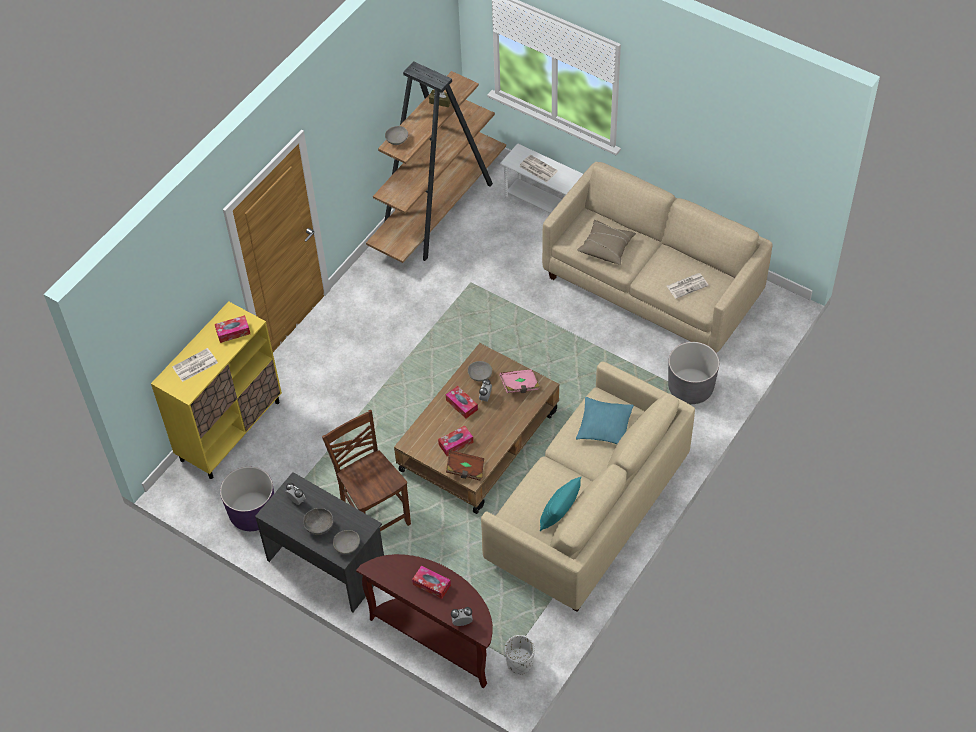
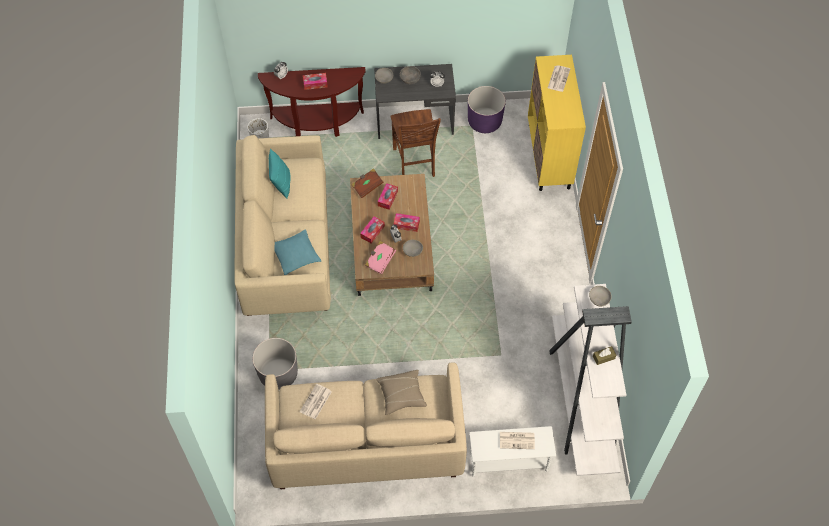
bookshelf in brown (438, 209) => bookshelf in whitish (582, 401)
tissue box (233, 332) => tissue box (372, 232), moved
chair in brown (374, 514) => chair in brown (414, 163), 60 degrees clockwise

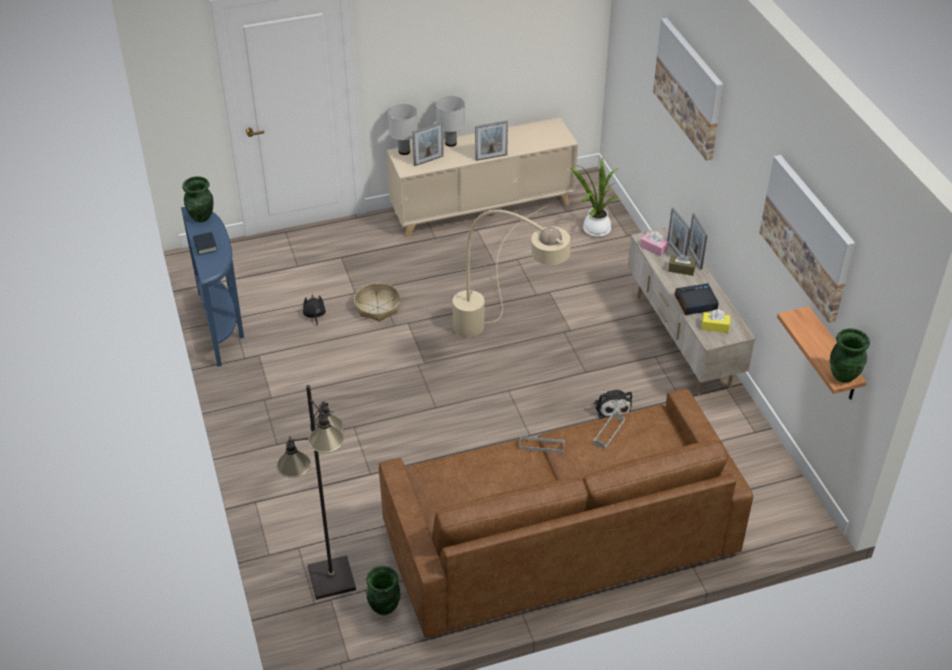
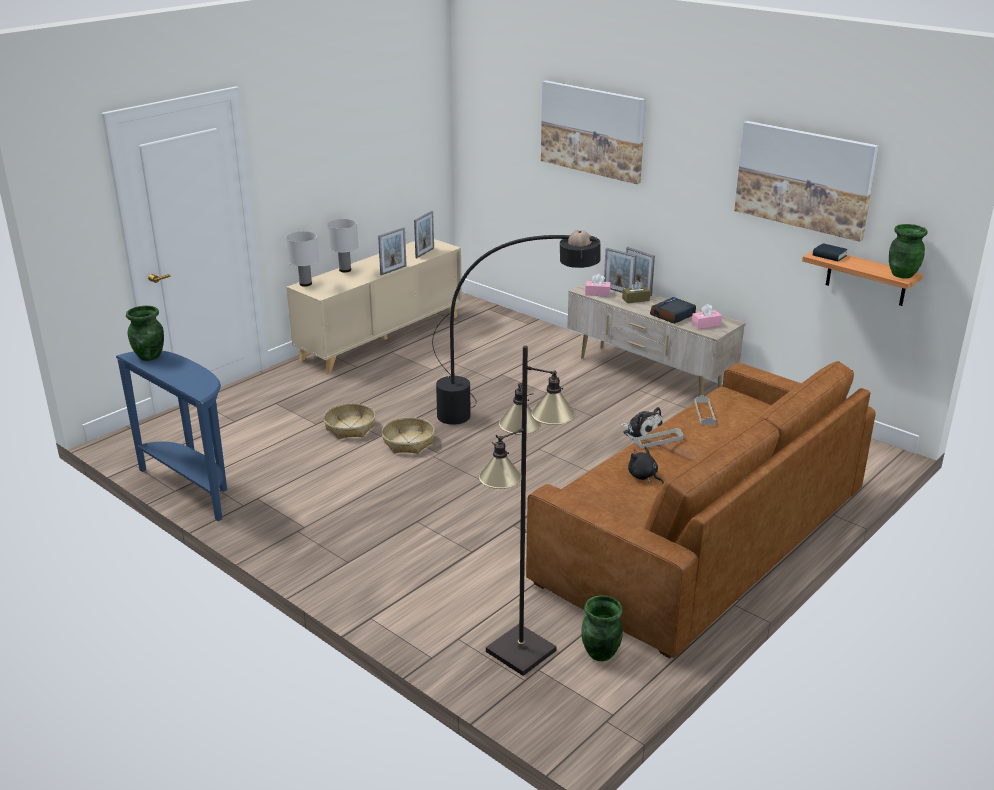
photo frame (428, 160) => photo frame (425, 253), moved
houseplant (594, 229) => nothing
standing lamp in sand-coloured (506, 339) => standing lamp in black (498, 415)
volume (205, 246) => volume (829, 256), moved
plush toy in black (314, 315) => plush toy in black (643, 476), moved
tissue box in yellow-coloured (715, 327) => tissue box in pinkish (706, 324)
nothing => basket (408, 442)

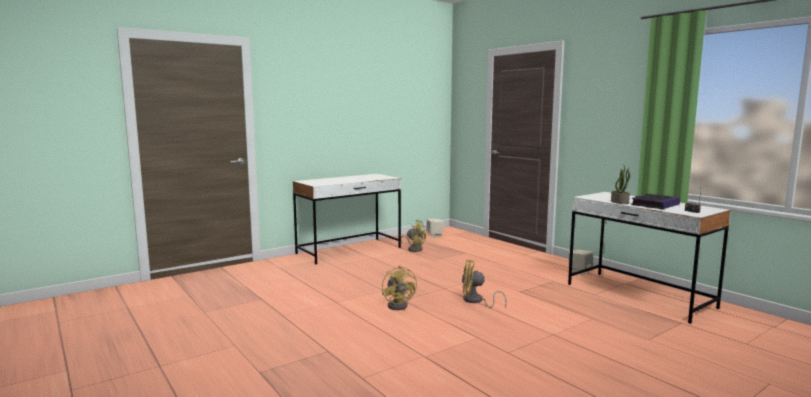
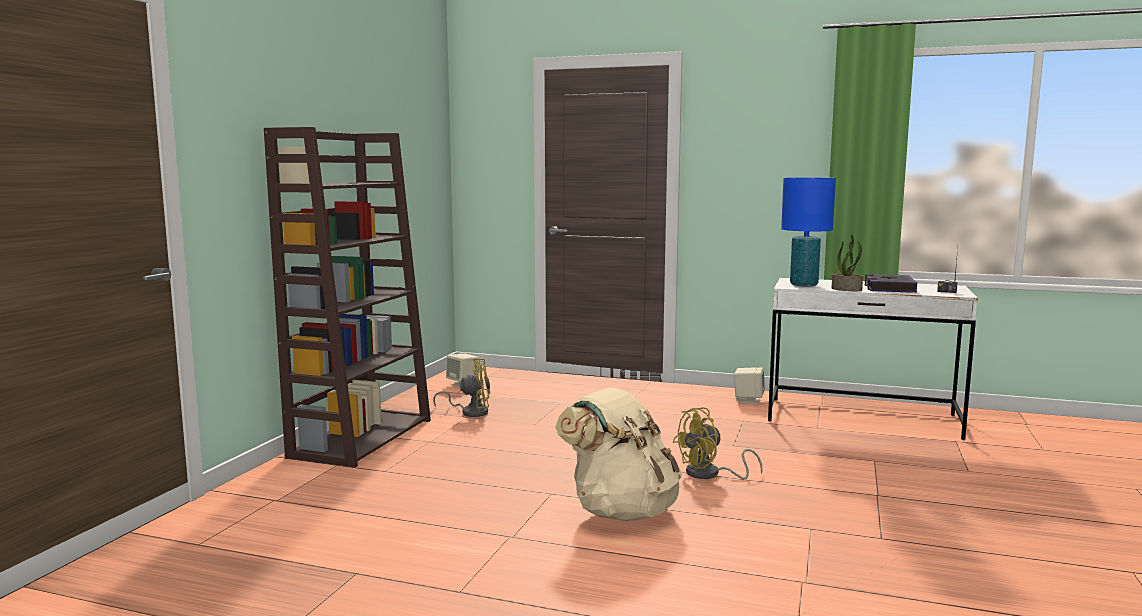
desk unit in whitish (349, 250) => bookshelf in brown (362, 437)
cooling fan in yellow-coloured (399, 305) => rucksack in sand-coloured (620, 511)
nothing => tabletop lamp in blue-coloured (803, 285)

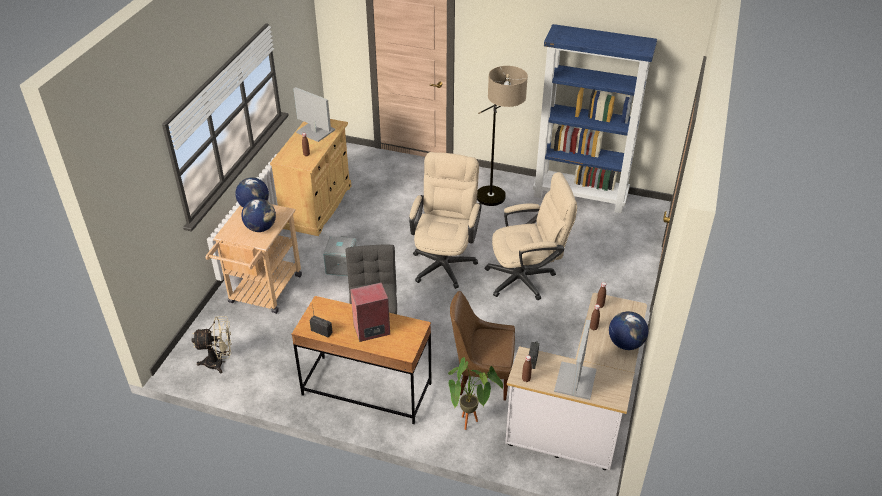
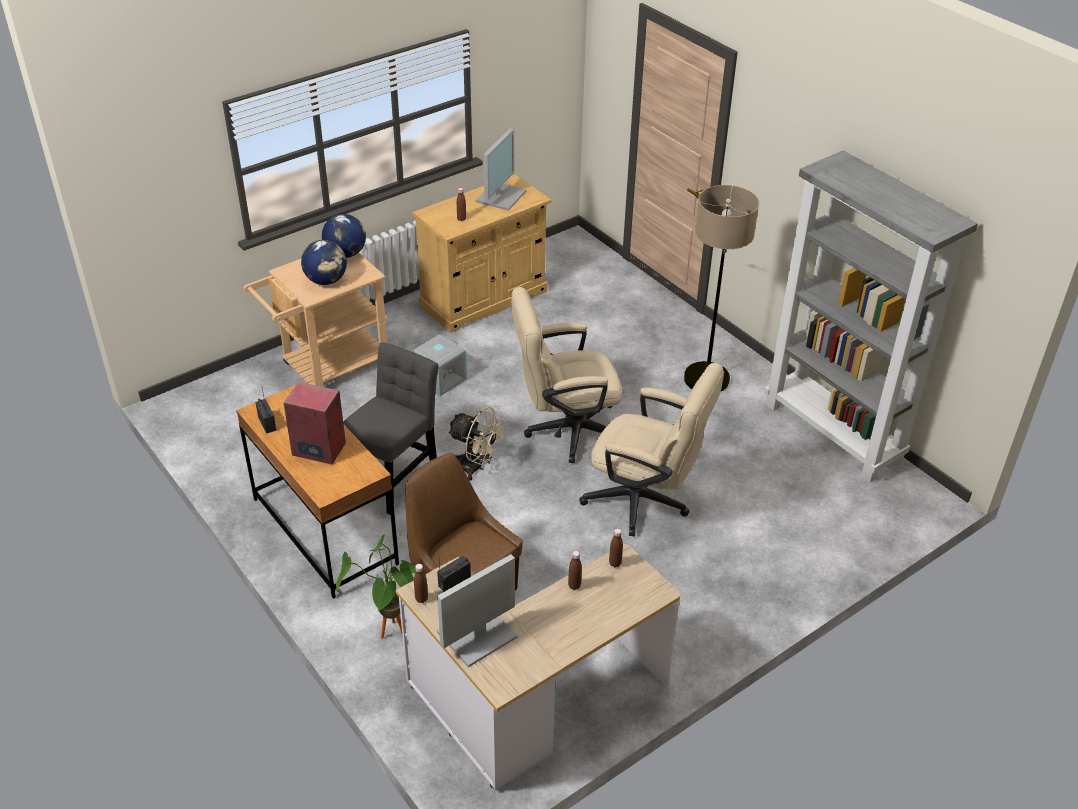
bookshelf in blue-coloured (580, 196) => bookshelf in greyish (833, 433)
computer screen (315, 131) => computer screen (500, 196), 45 degrees clockwise
office chair in sand-coloured (445, 261) => office chair in sand-coloured (565, 430), 150 degrees counterclockwise
world globe (625, 343) => nothing
cooling fan in sand-coloured (219, 362) => cooling fan in sand-coloured (476, 467), moved

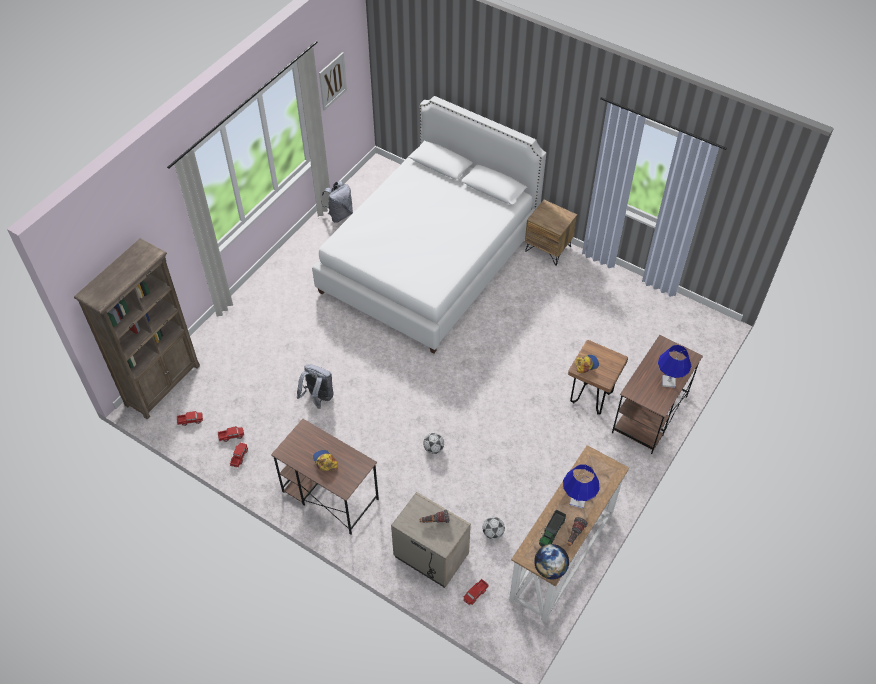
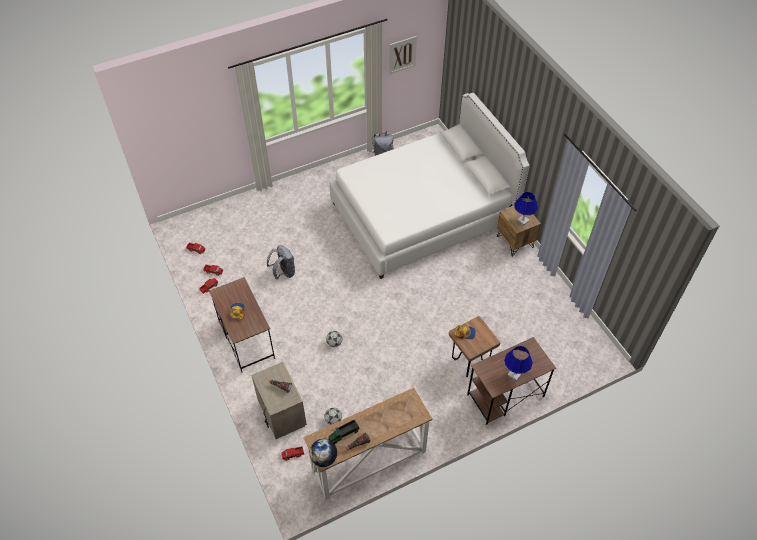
bookshelf in brown (163, 385) => nothing
tabletop lamp in blue-coloured (577, 500) => tabletop lamp in blue-coloured (523, 220), moved

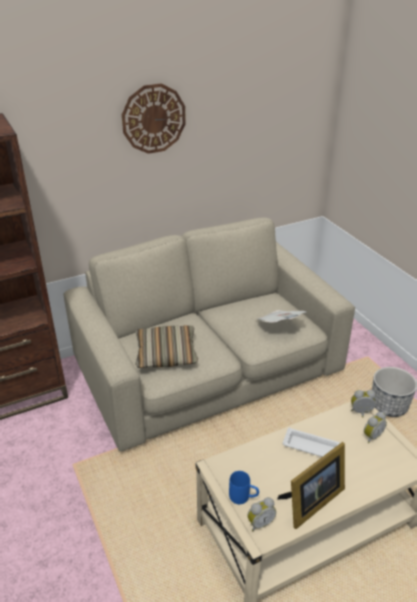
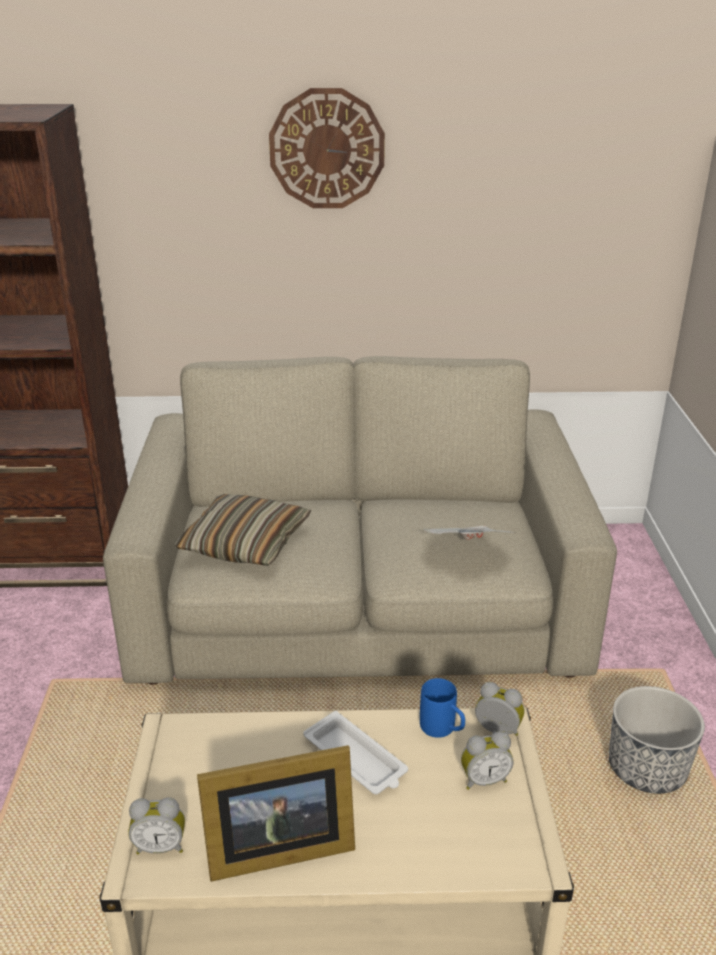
mug in blue-coloured (243, 497) => mug in blue-coloured (443, 730), moved

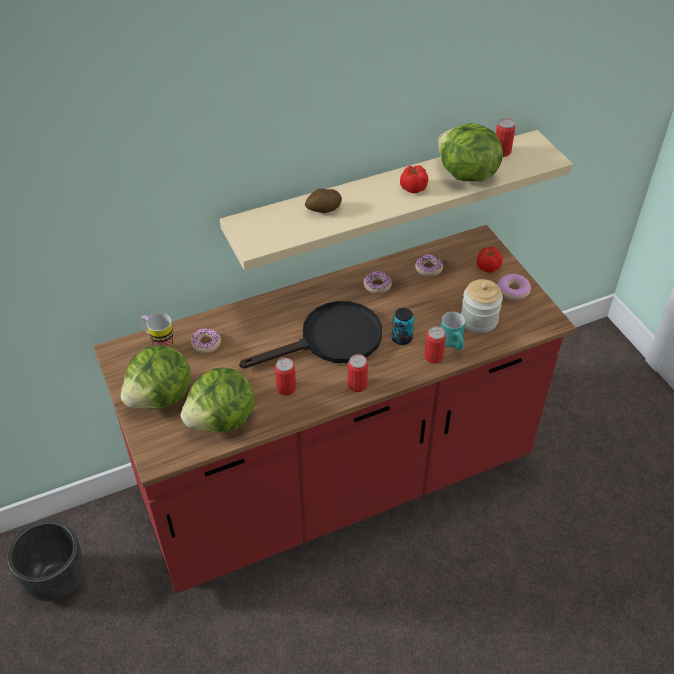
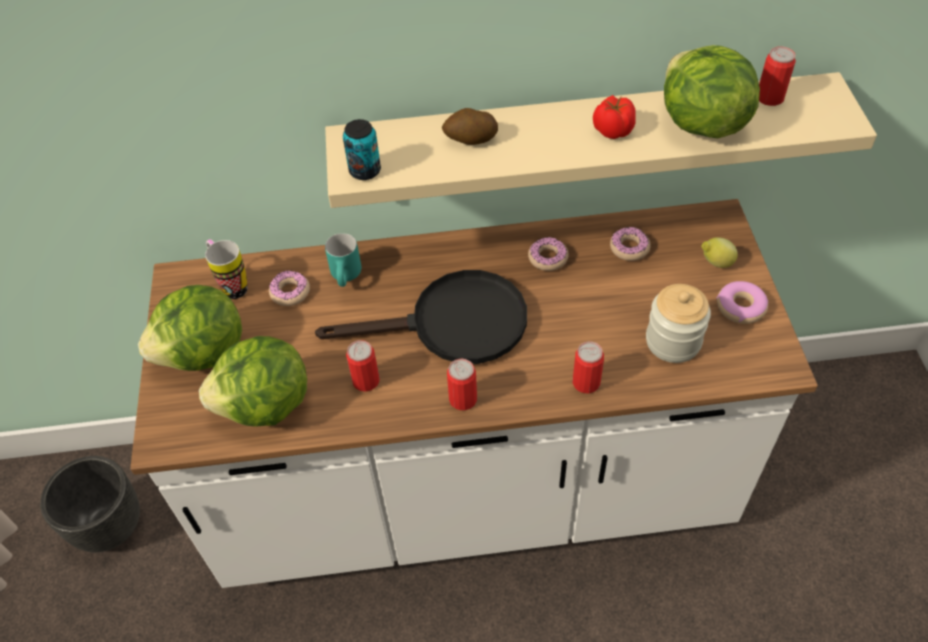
kitchen counter in red-coloured (337, 483) => kitchen counter in whitish (473, 492)
whole tomato (487, 267) => whole lemon (715, 263)
can (401, 338) => can (365, 170), moved
mug in blue-green (454, 344) => mug in blue-green (348, 277), moved

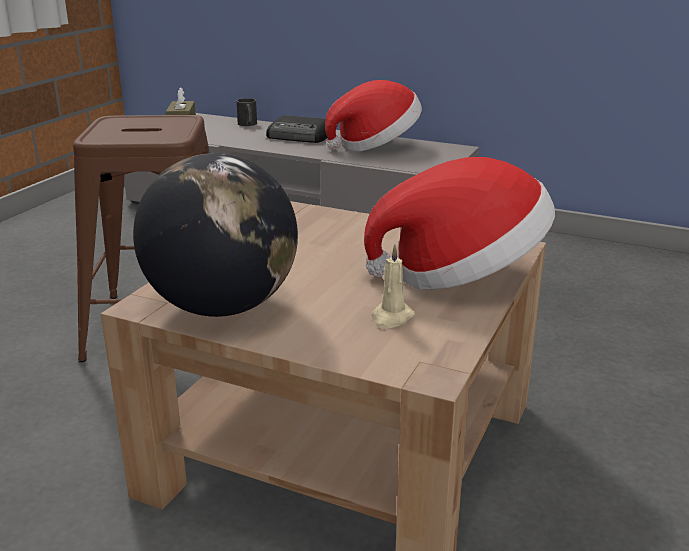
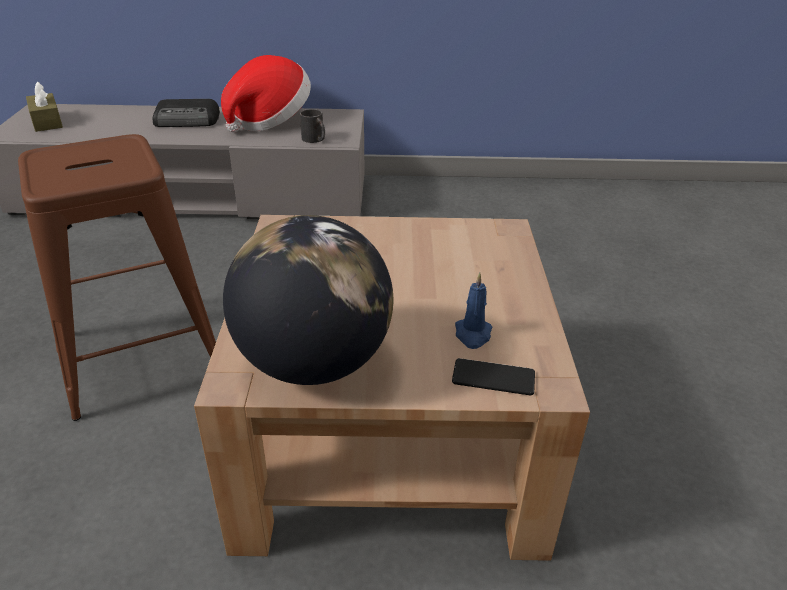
mug in black (248, 124) => mug in black (315, 140), moved
wearable hat (461, 274) => nothing
wax candle in sand-coloured (391, 318) => wax candle in blue-coloured (473, 335)
nothing => handset (493, 378)

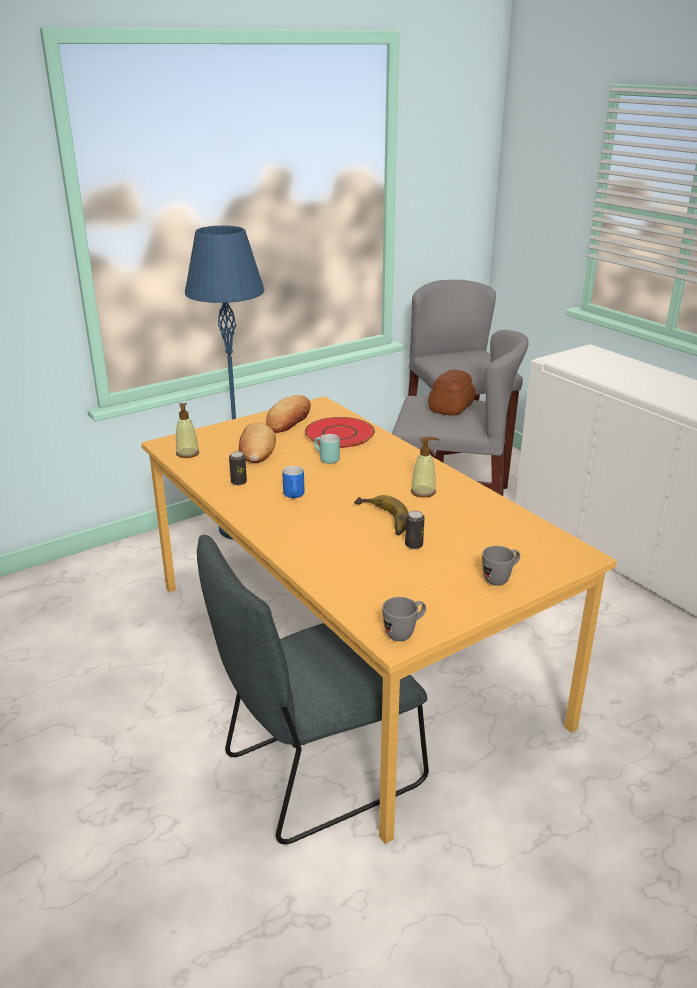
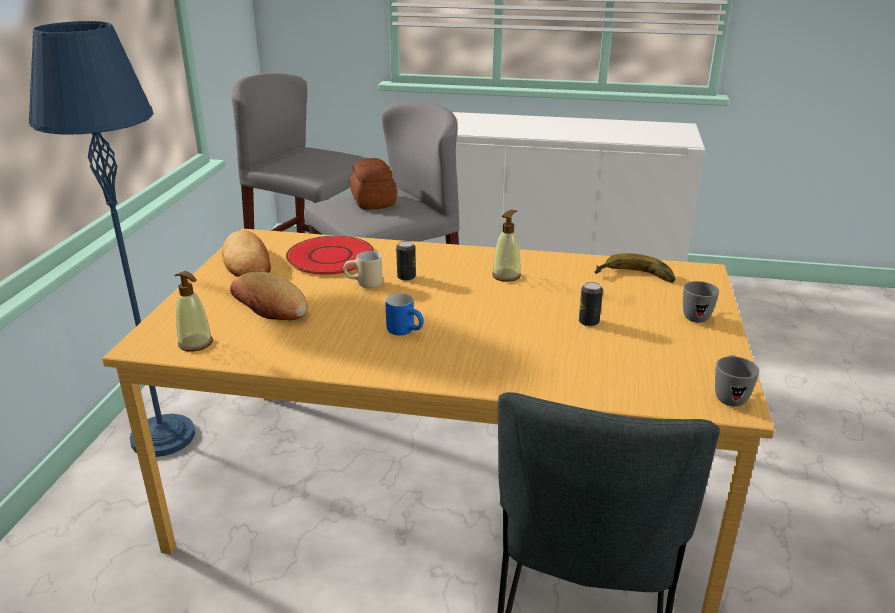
mug in blue-green (325, 459) => mug in sand-coloured (364, 285)
can (238, 482) => can (406, 277), moved
whole banana (381, 520) => whole banana (635, 278), moved

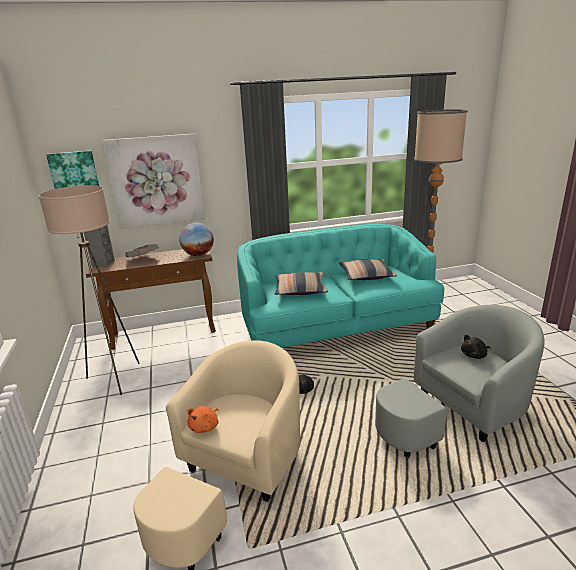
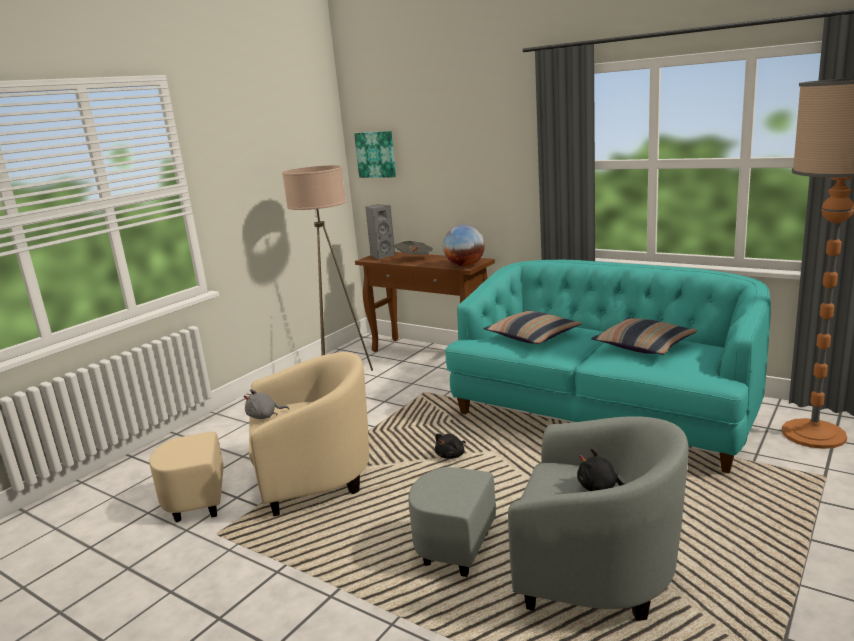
wall art (156, 181) => nothing
plush toy in orange (205, 427) => plush toy in greyish (264, 416)

